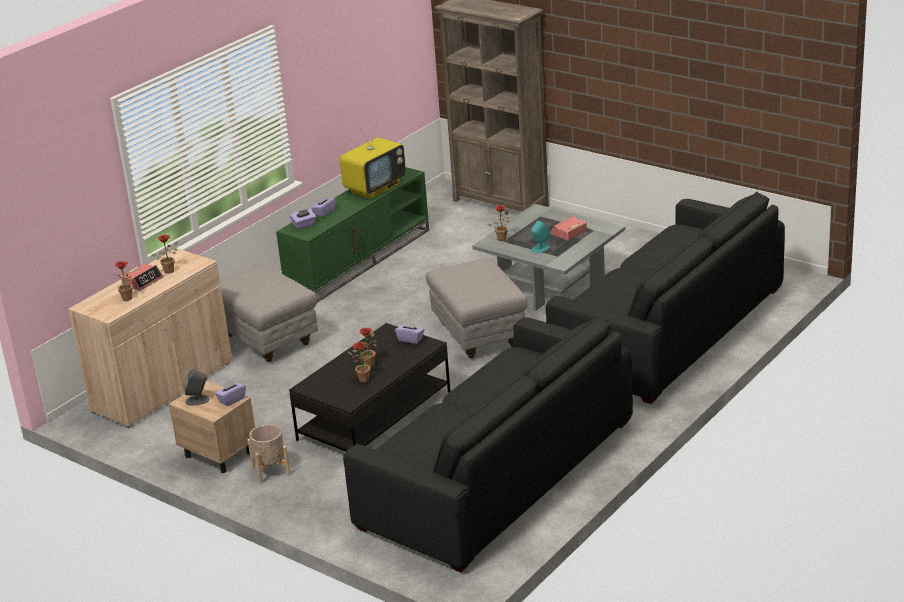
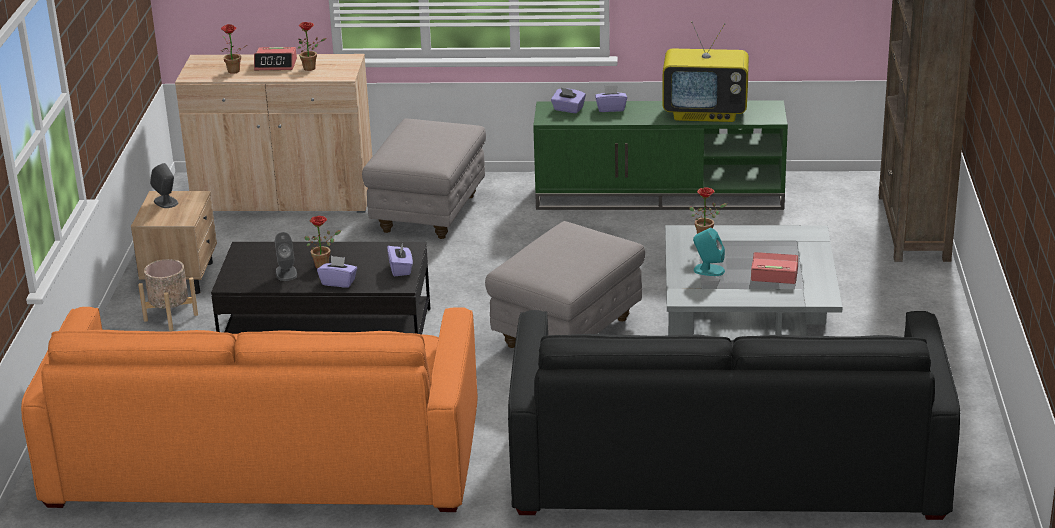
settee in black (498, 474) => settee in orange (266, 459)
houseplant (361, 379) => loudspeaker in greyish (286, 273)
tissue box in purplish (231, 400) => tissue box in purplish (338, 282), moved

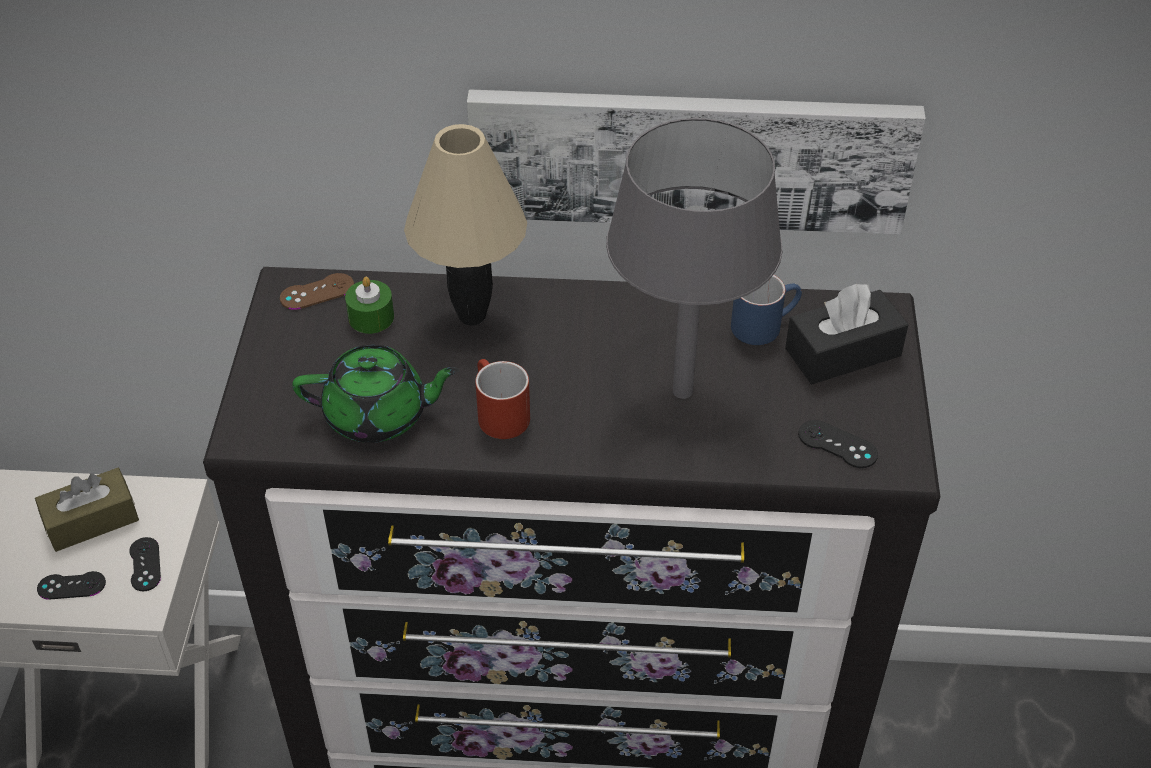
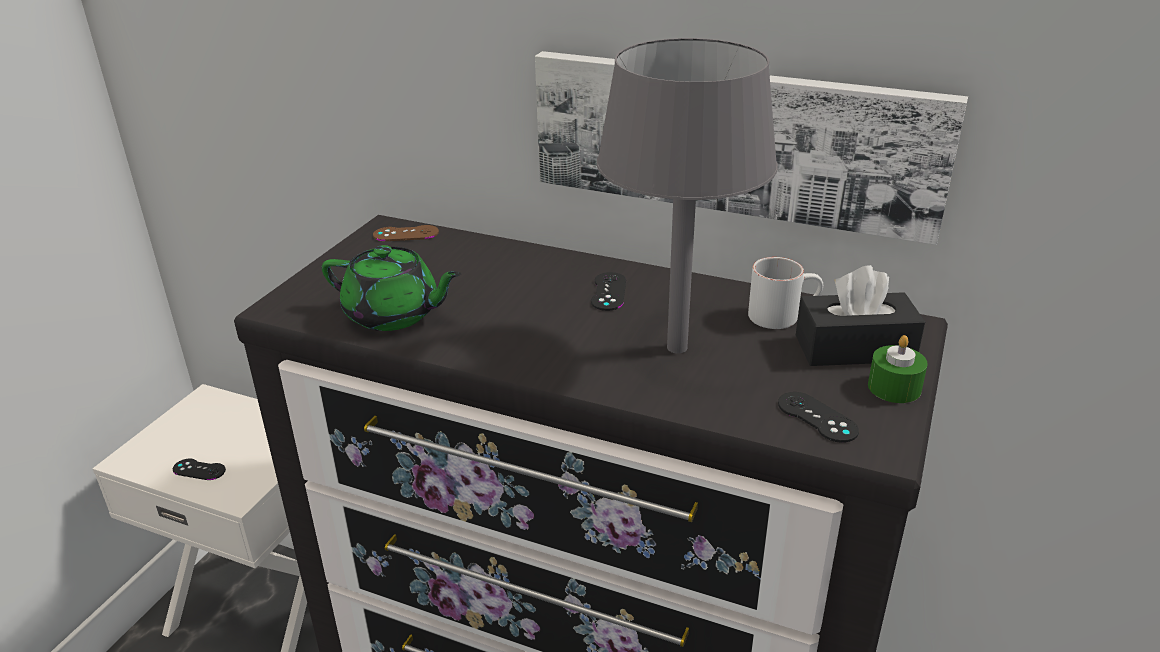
tabletop lamp in sand-coloured (471, 315) => nothing
mug in blue-coloured (763, 324) => mug in whitish (782, 315)
wax candle in greenish (371, 317) => wax candle in greenish (894, 387), moved
mug in red-coloured (497, 413) => nothing
tissue box in brown (91, 520) => nothing
gamepad in black (145, 564) => gamepad in black (608, 292), moved

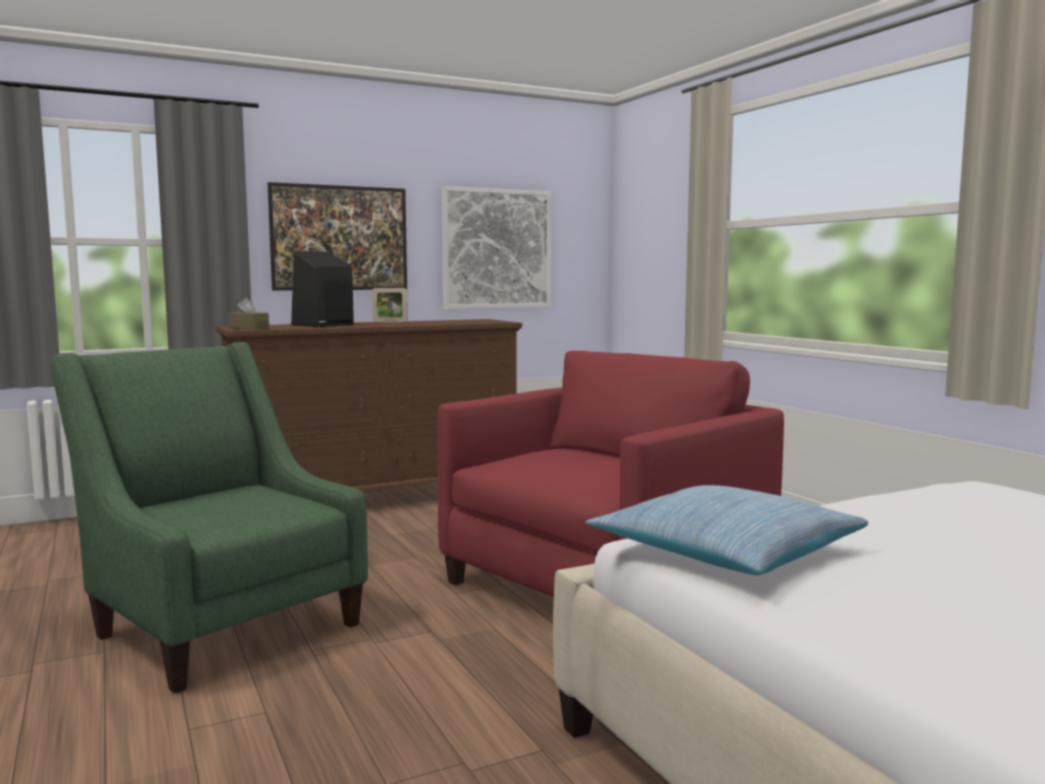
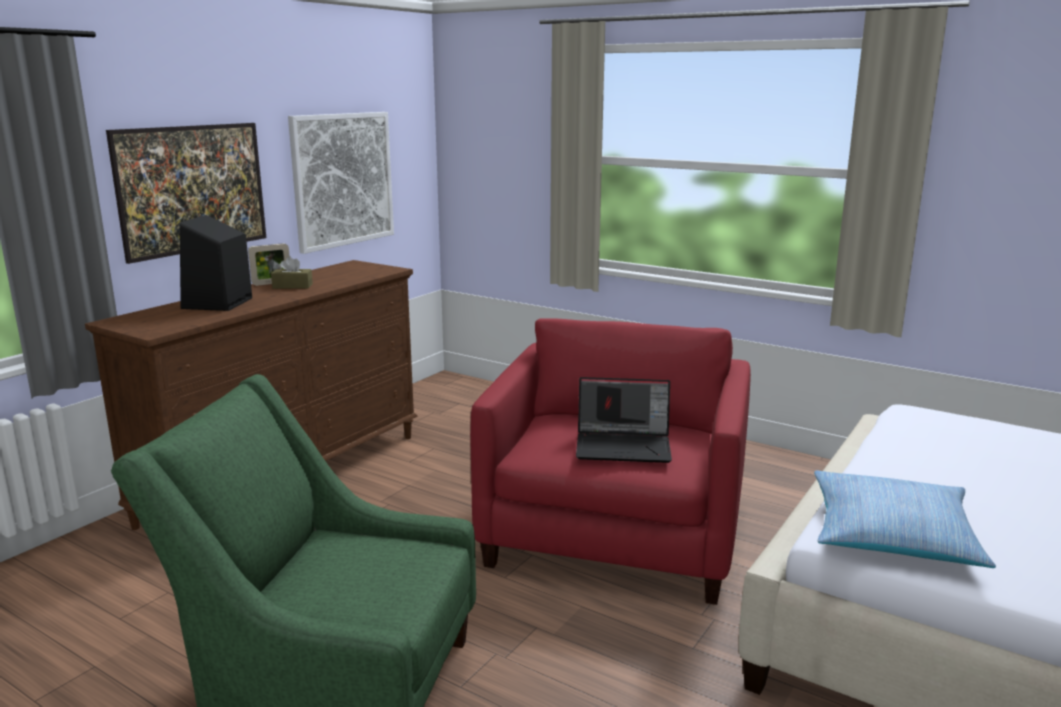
tissue box in brown (249, 328) => tissue box in brown (292, 286), moved
nothing => laptop (624, 446)

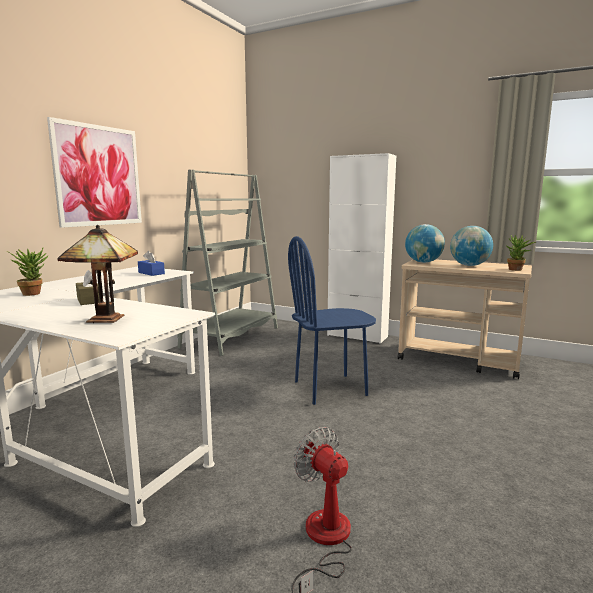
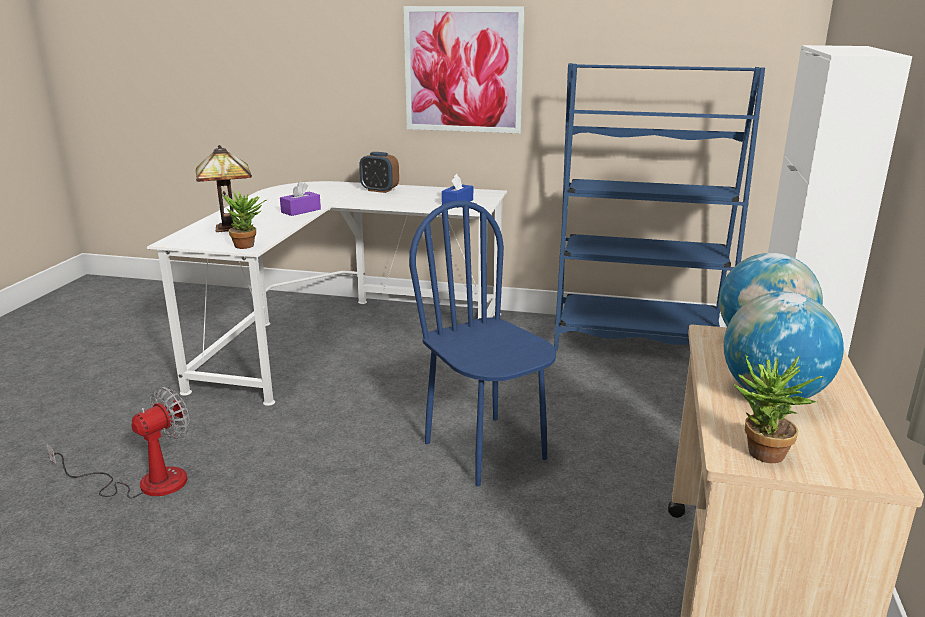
bookshelf in greyish (231, 337) => bookshelf in blue-coloured (637, 341)
houseplant (33, 293) => houseplant (248, 246), moved
tissue box in brown (89, 300) => tissue box in purplish (301, 211)
nothing => alarm clock (379, 190)

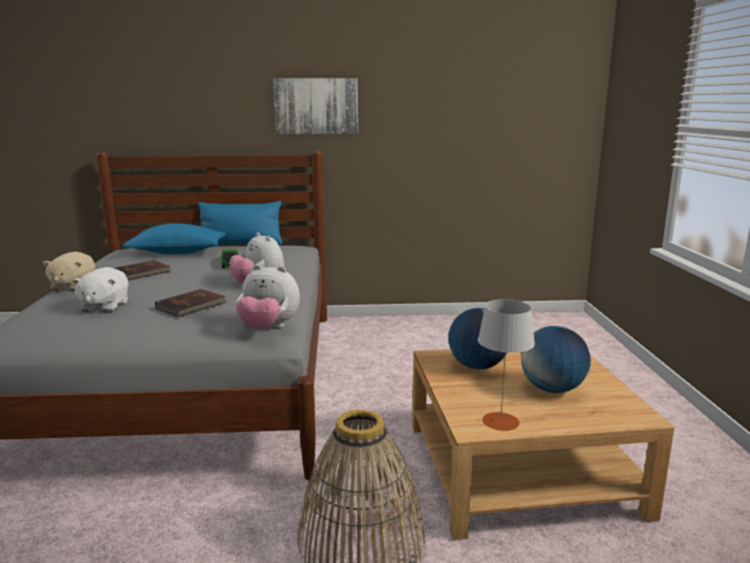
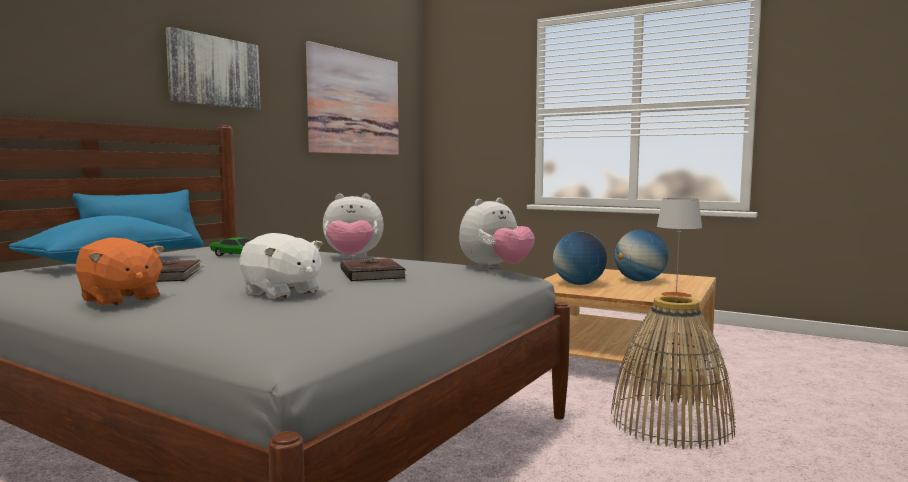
plush toy in sand-coloured (73, 287) => plush toy in orange (120, 299)
nothing => wall art (354, 103)

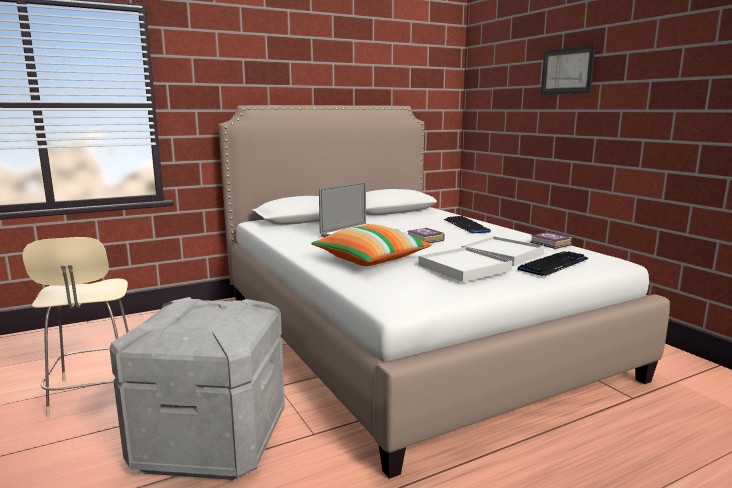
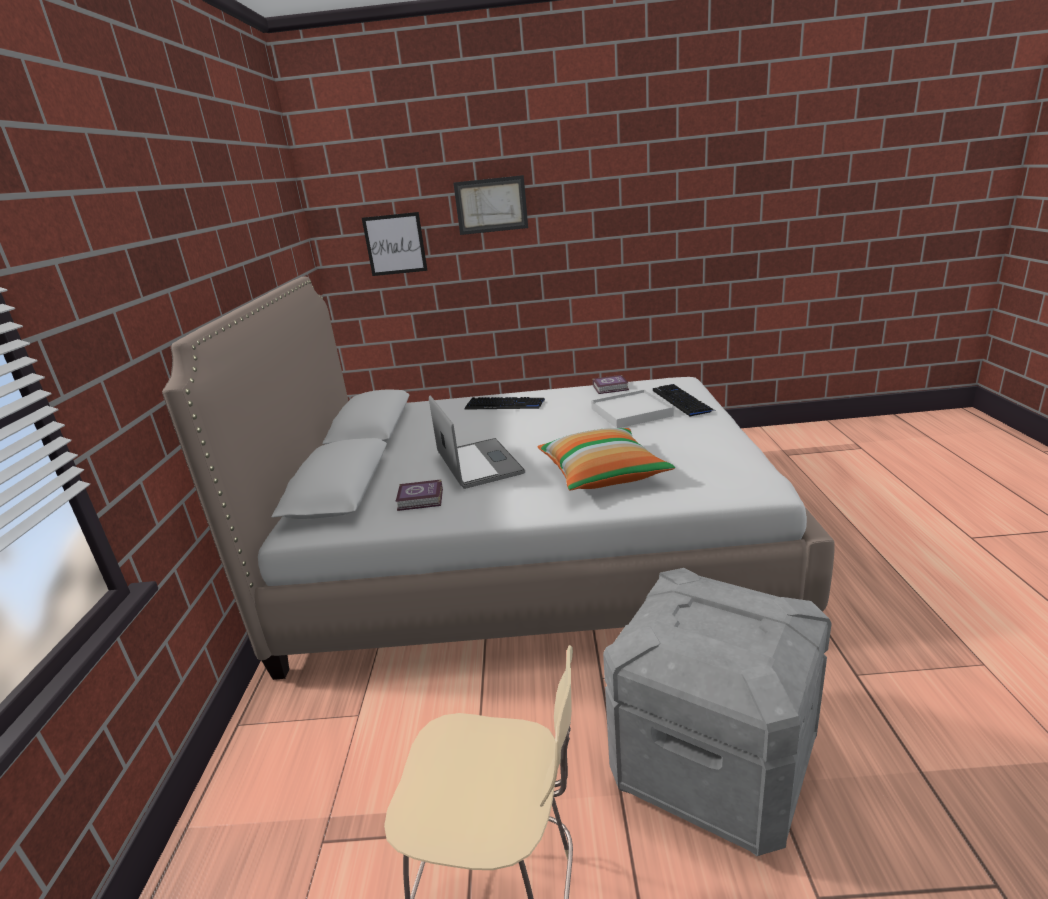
volume (425, 239) => volume (421, 500), moved
tray in whitish (464, 268) => nothing
nothing => wall art (395, 244)

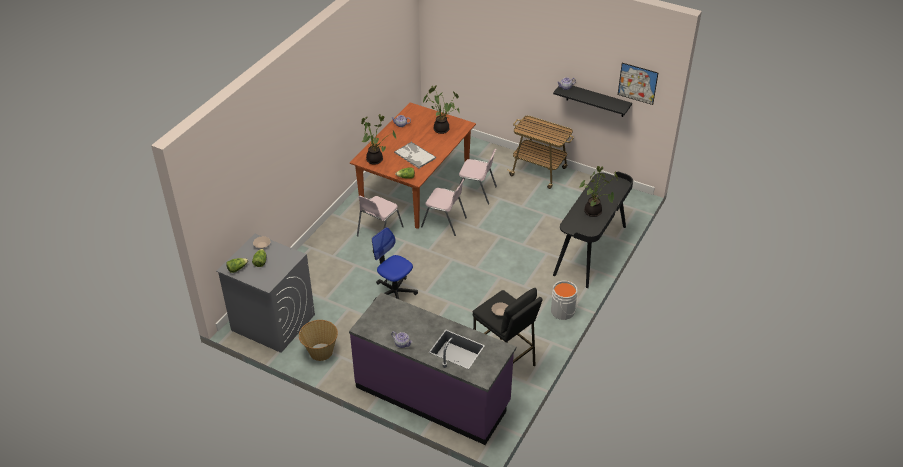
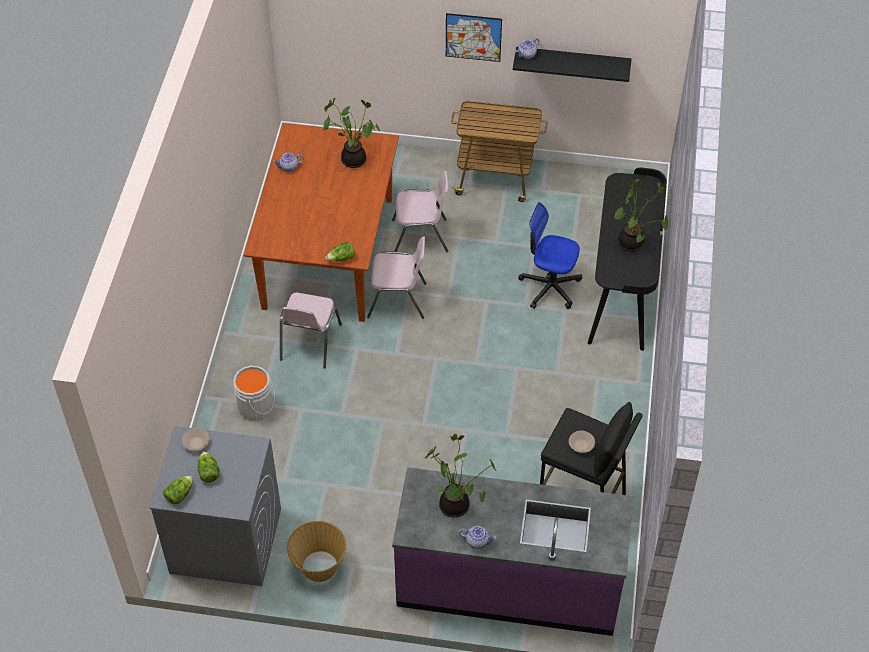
wall art (637, 83) => wall art (473, 37), moved
houseplant (376, 160) => houseplant (456, 504), moved
tray (414, 155) => nothing
office chair (394, 293) => office chair (550, 287), moved
pail in greyish (564, 311) => pail in greyish (257, 407), moved

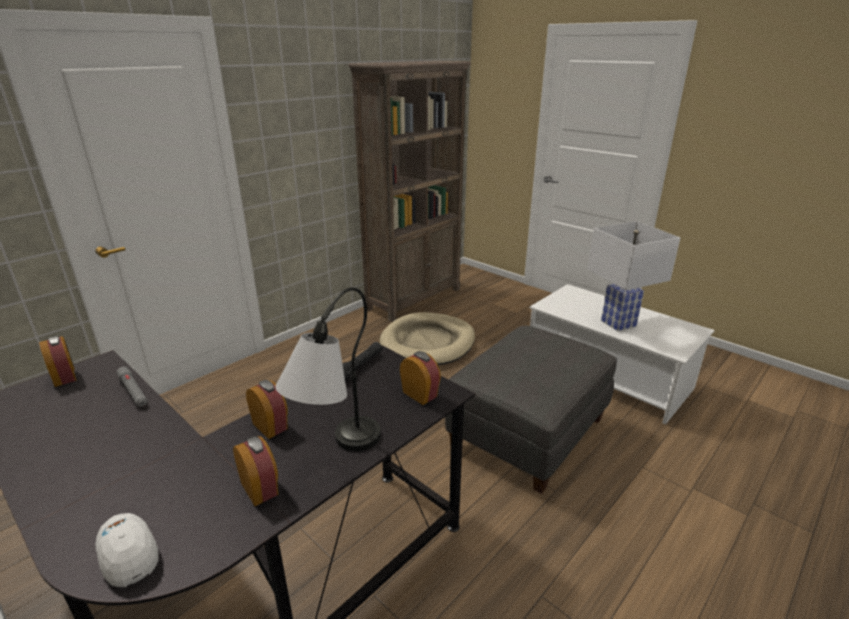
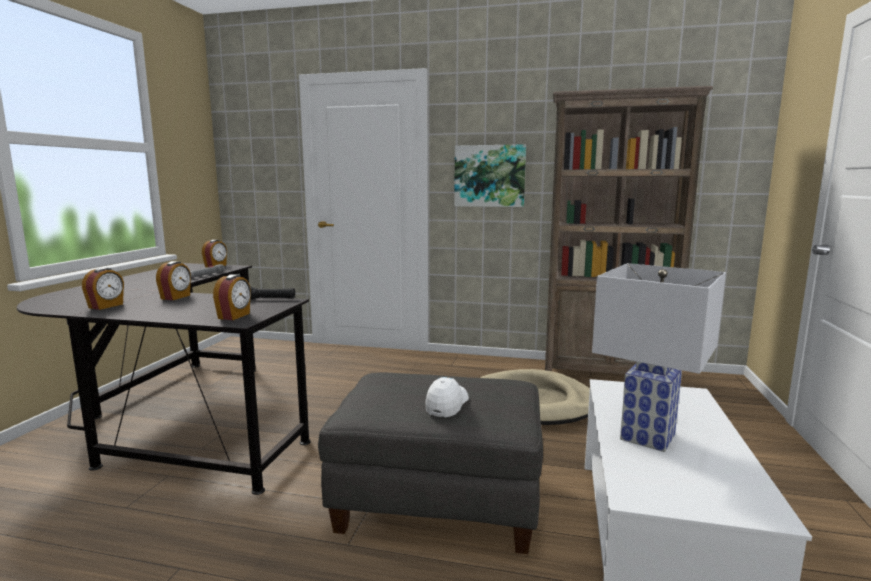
tabletop lamp (336, 453) => nothing
cap in whitish (128, 552) => cap in whitish (447, 404), moved
nothing => wall art (489, 176)

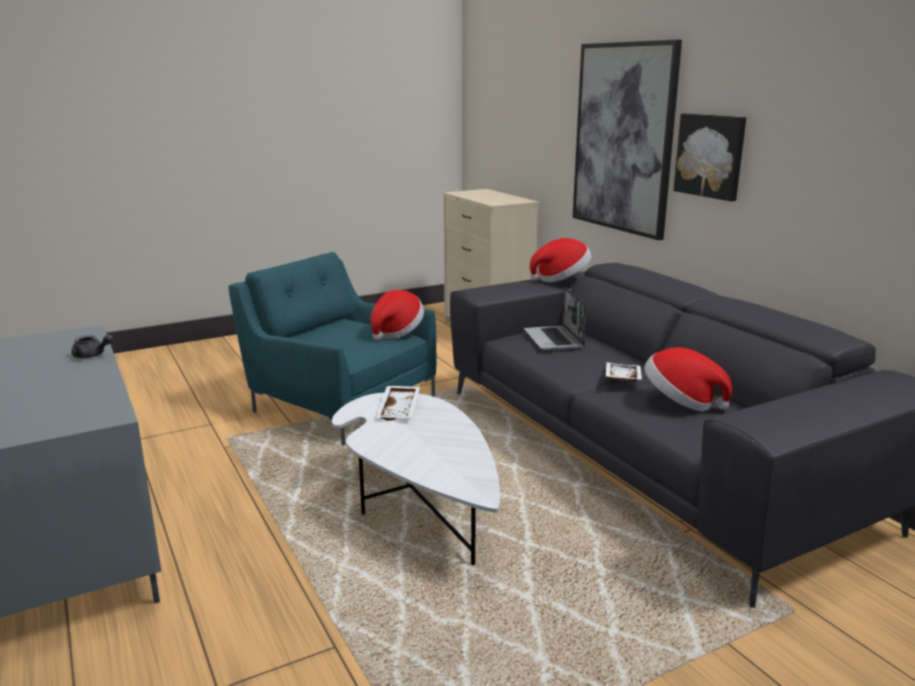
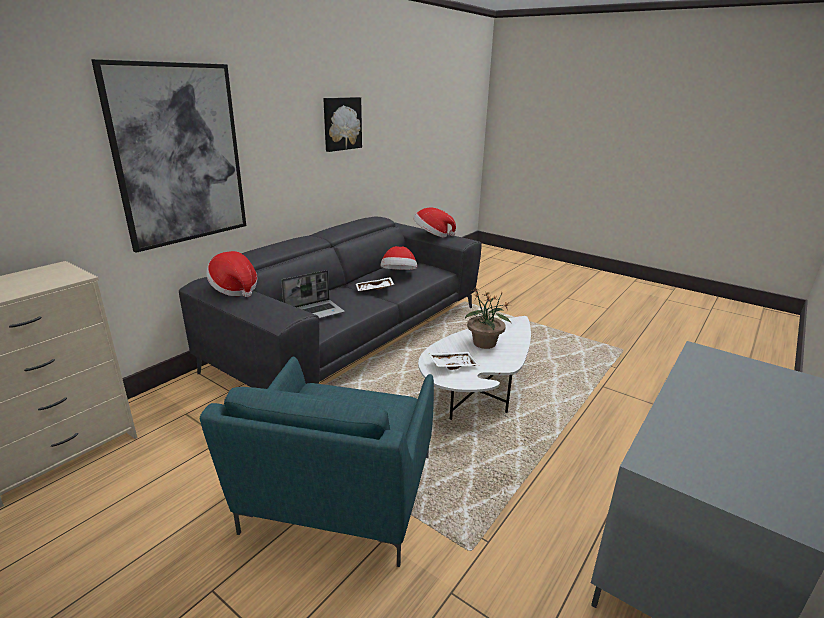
wall art (711, 156) => wall art (341, 123), moved
wearable hat (396, 332) => wearable hat (432, 235), moved
teapot in greyish (92, 355) => nothing
nothing => houseplant (484, 343)

